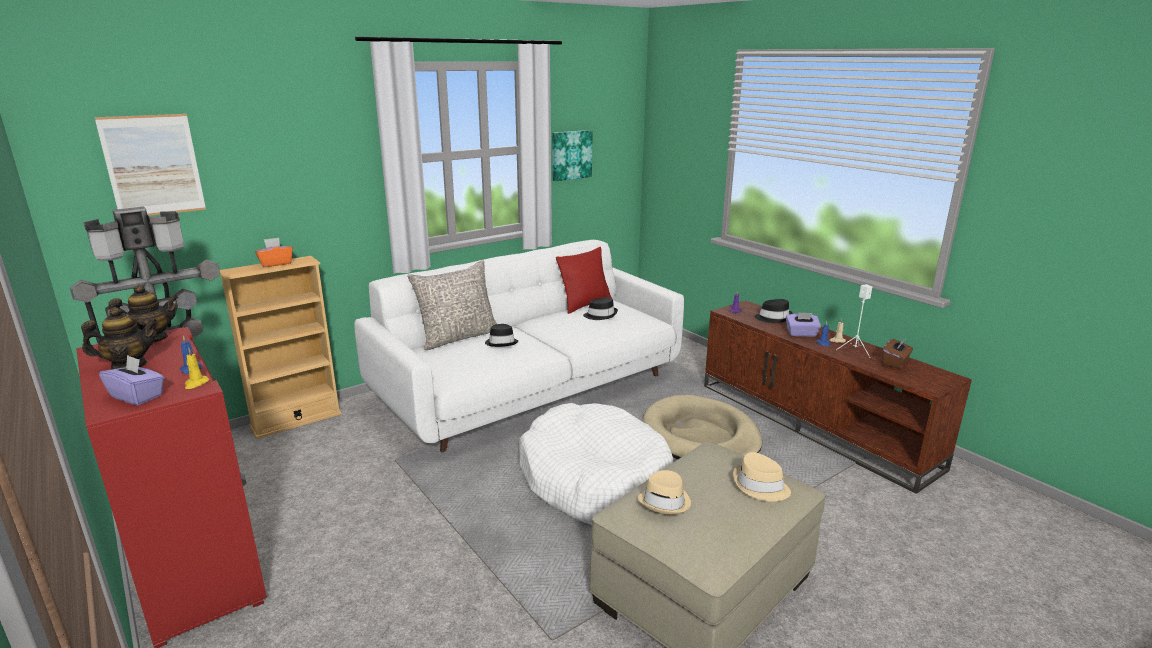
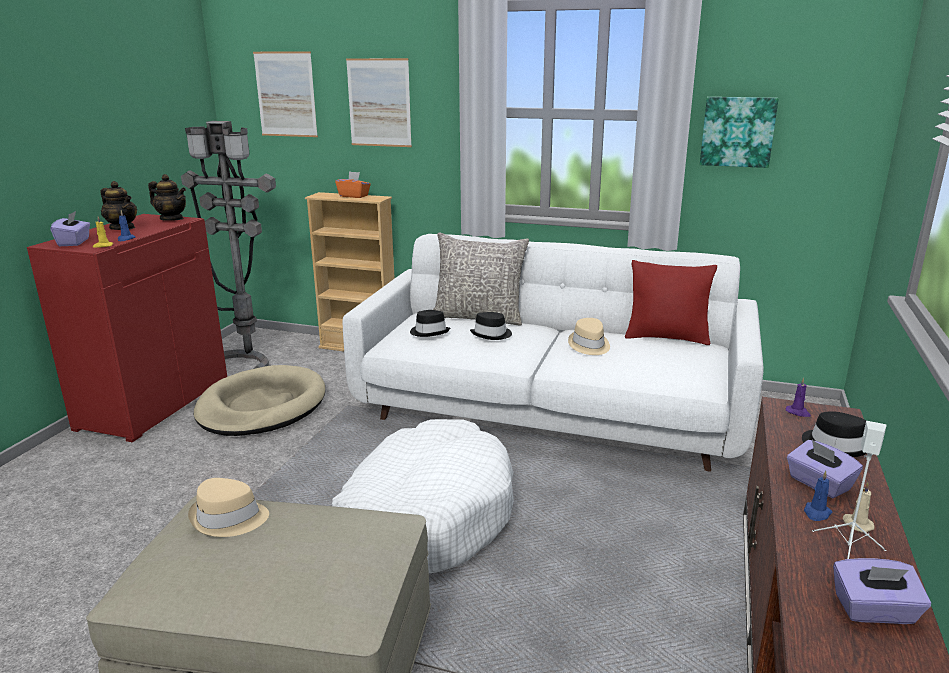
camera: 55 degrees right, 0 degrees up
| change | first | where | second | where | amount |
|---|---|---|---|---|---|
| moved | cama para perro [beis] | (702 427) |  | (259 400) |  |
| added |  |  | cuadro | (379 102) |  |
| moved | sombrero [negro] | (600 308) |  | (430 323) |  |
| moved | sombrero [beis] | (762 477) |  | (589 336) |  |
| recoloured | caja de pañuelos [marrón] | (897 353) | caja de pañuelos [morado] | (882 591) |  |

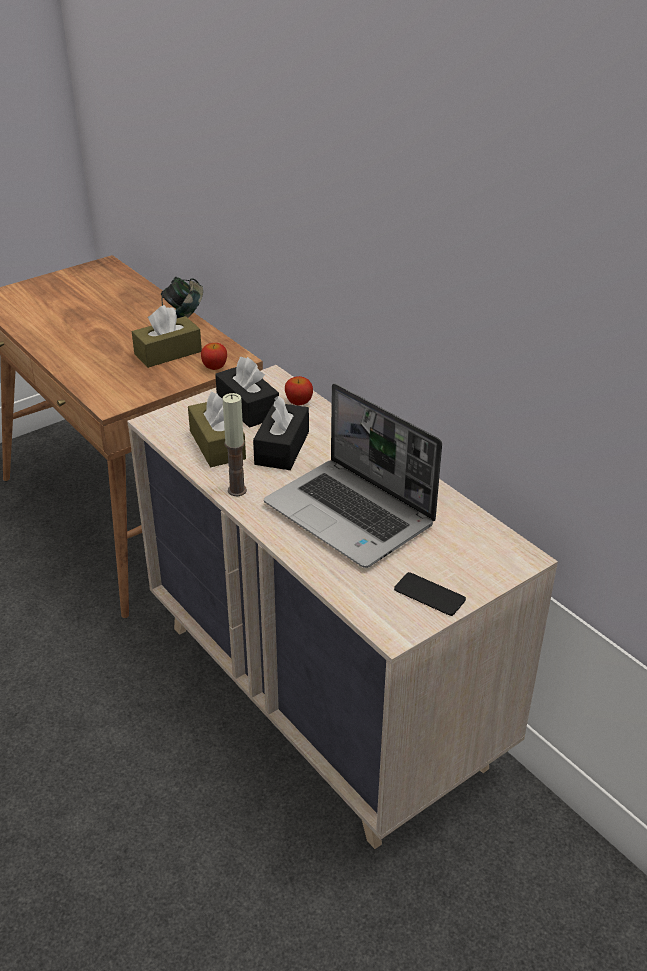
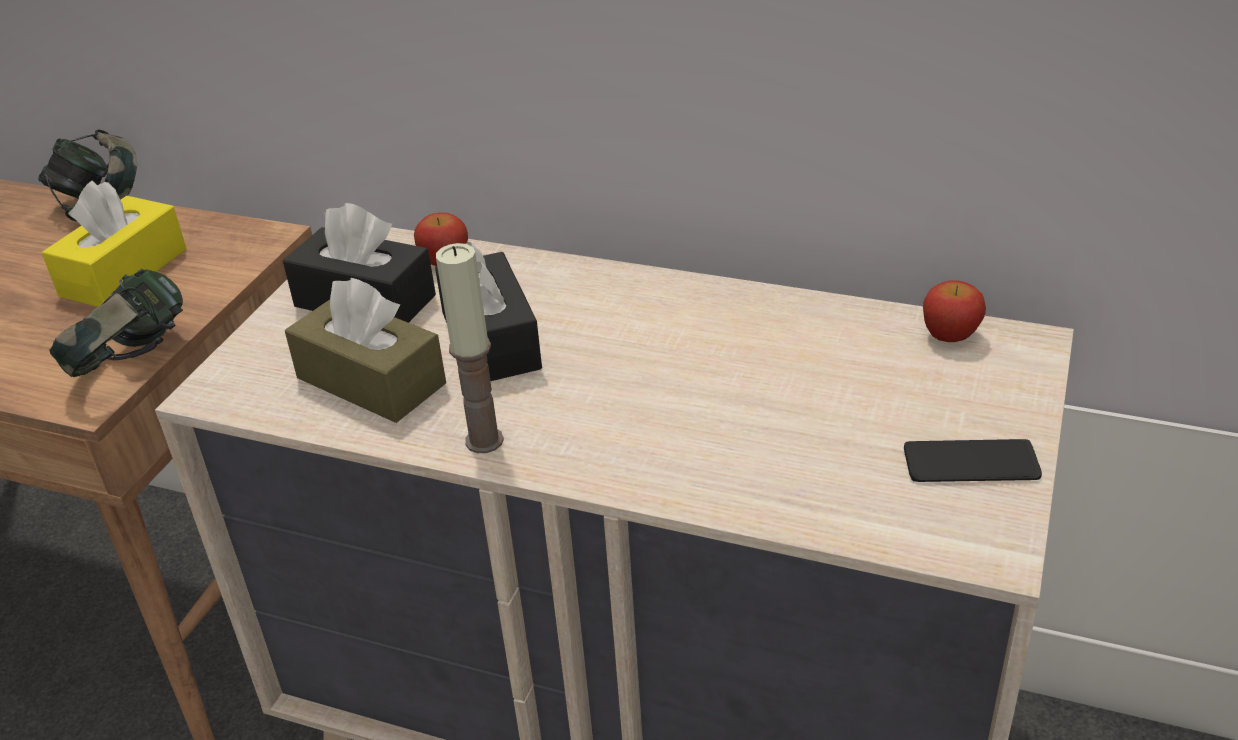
camera: 30 degrees left, 0 degrees up
| change | first | where | second | where | amount |
|---|---|---|---|---|---|
| recoloured | caja de pañuelos [marrón] | (167 336) | caja de pañuelos [amarillo] | (114 244) |  |
| added |  |  | auriculares | (116 323) |  |
| moved | manzana | (214 356) |  | (954 311) |  |
| removed | portátil | (353 475) |  |  |  |

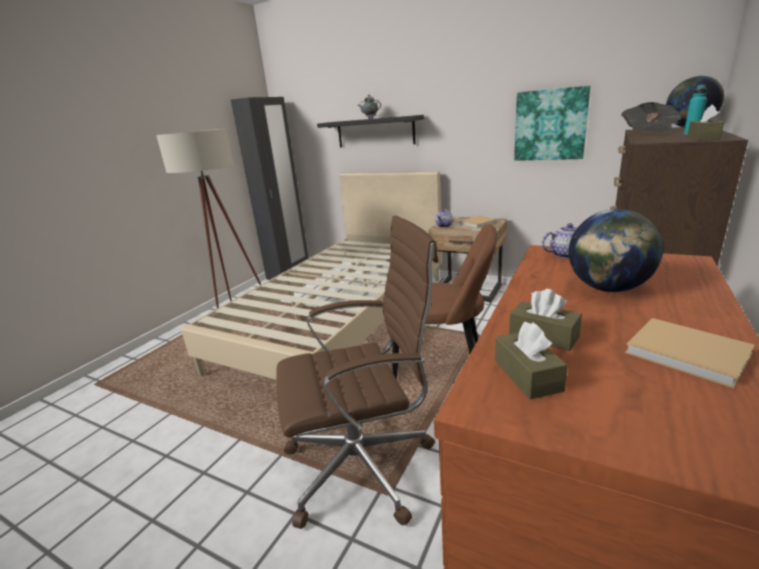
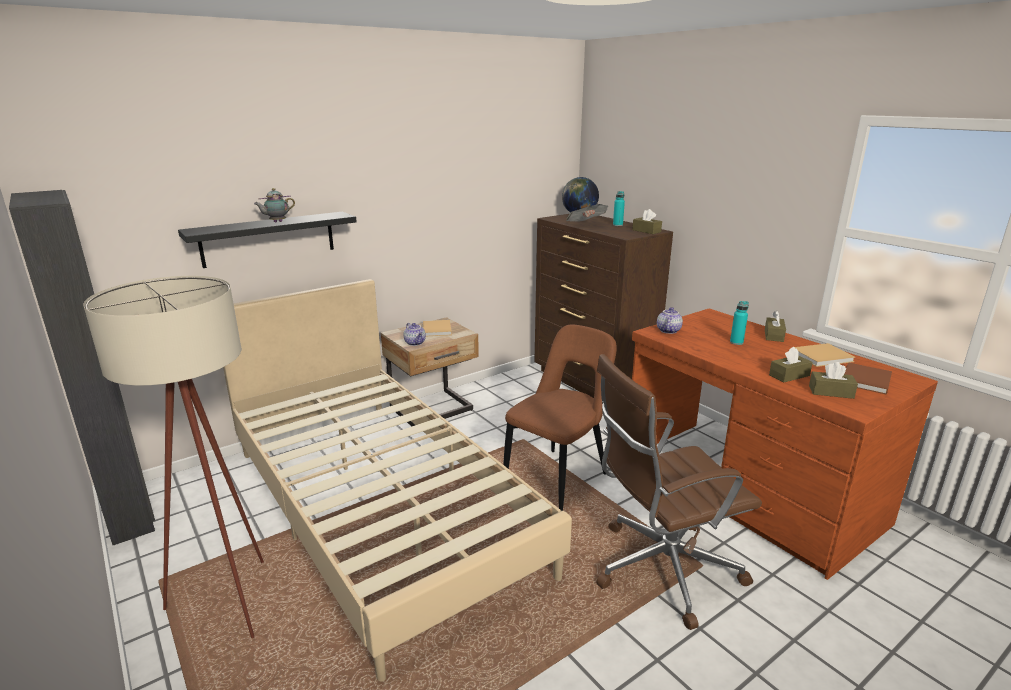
camera: 65 degrees left, 0 degrees up
| change | first | where | second | where | amount |
|---|---|---|---|---|---|
| turned | silla de oficina [marrón] | (357 372) |  | (679 492) | 120 degrees counterclockwise |
| replaced | globo terráqueo | (616 250) | botella [turquesa] | (739 323) |  |
| added |  |  | caja de pañuelos [marrón] | (775 326) |  |
| added |  |  | libro [marrón] | (868 378) |  |
| removed | cuadro | (552 123) |  |  |  |

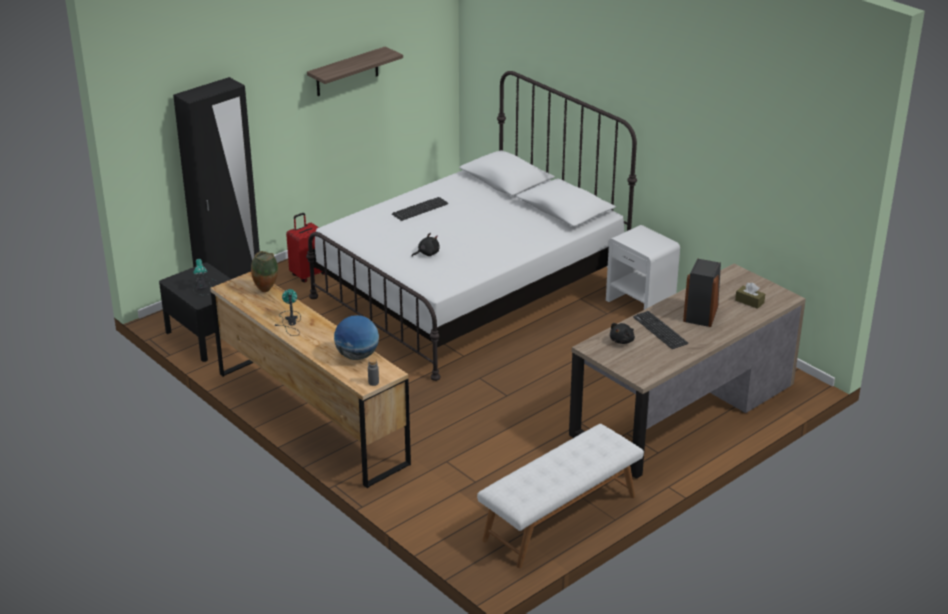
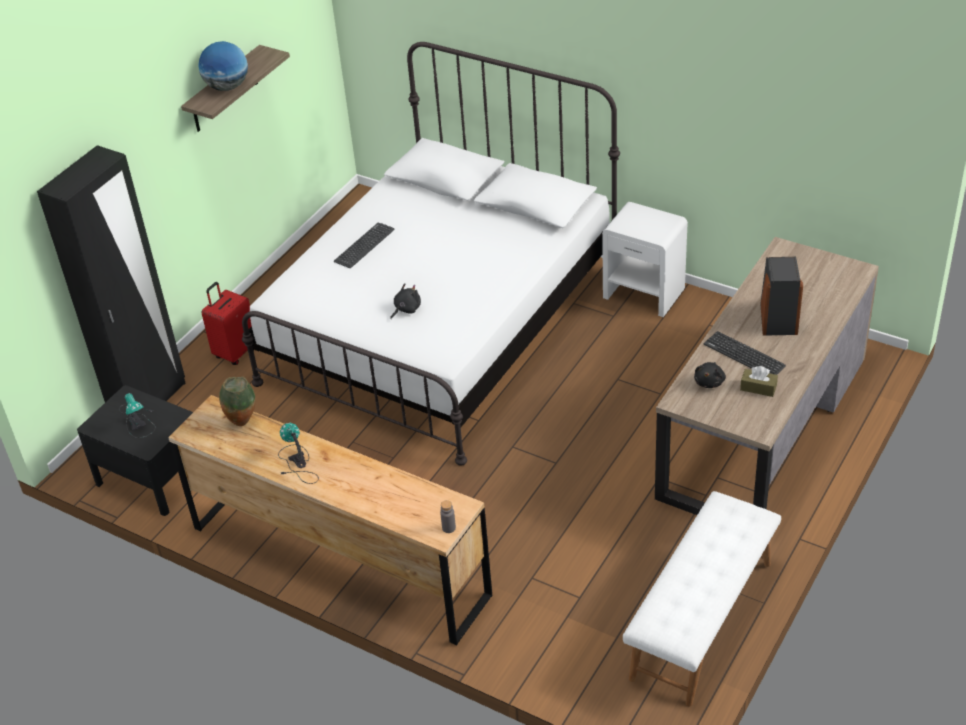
camera: 15 degrees left, 10 degrees up
| change | first | where | second | where | amount |
|---|---|---|---|---|---|
| moved | globo terráqueo | (356 337) |  | (223 66) |  |
| moved | caja de pañuelos [marrón] | (750 296) |  | (759 381) |  |

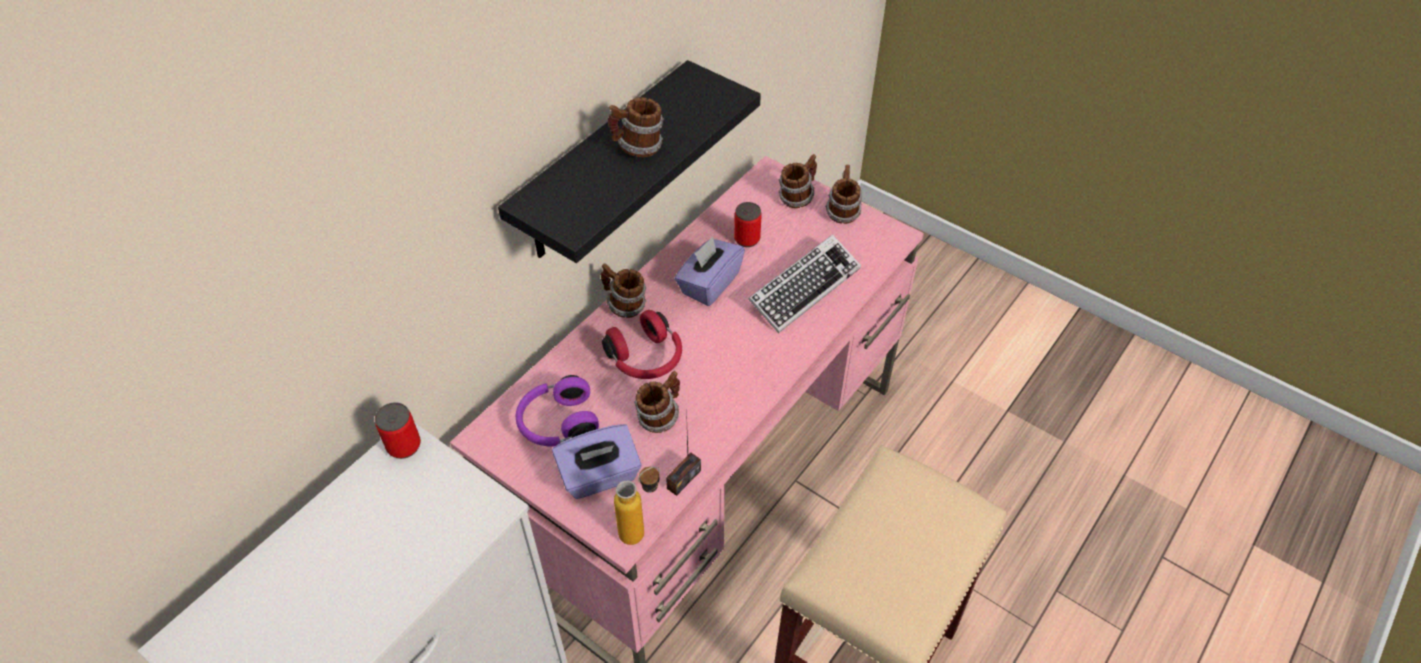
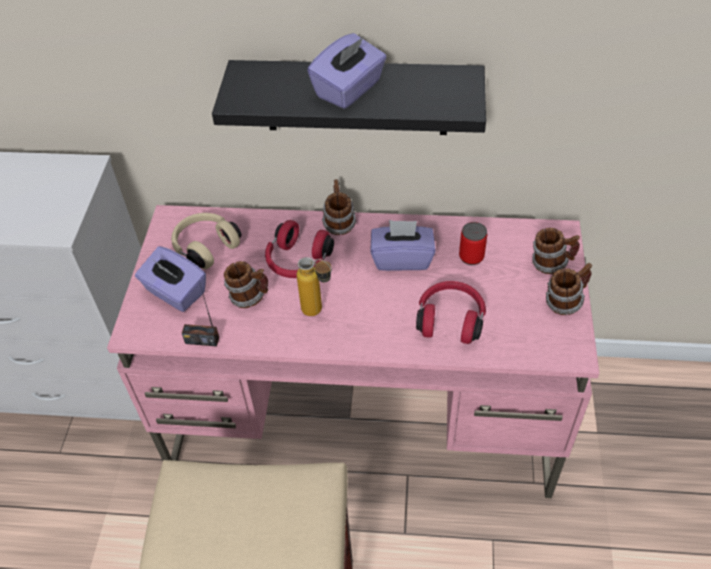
camera: 60 degrees right, 0 degrees up
| change | first | where | second | where | amount |
|---|---|---|---|---|---|
| recoloured | auriculares [morado] | (557 410) | auriculares [beis] | (206 241) |  |
| moved | botella | (637 506) |  | (314 286) |  |
| replaced | taza grande | (636 127) | caja de pañuelos [morado] | (347 71) |  |
| replaced | teclado | (804 283) | auriculares [rojo] | (451 312) |  |
| removed | lata | (398 430) |  |  |  |

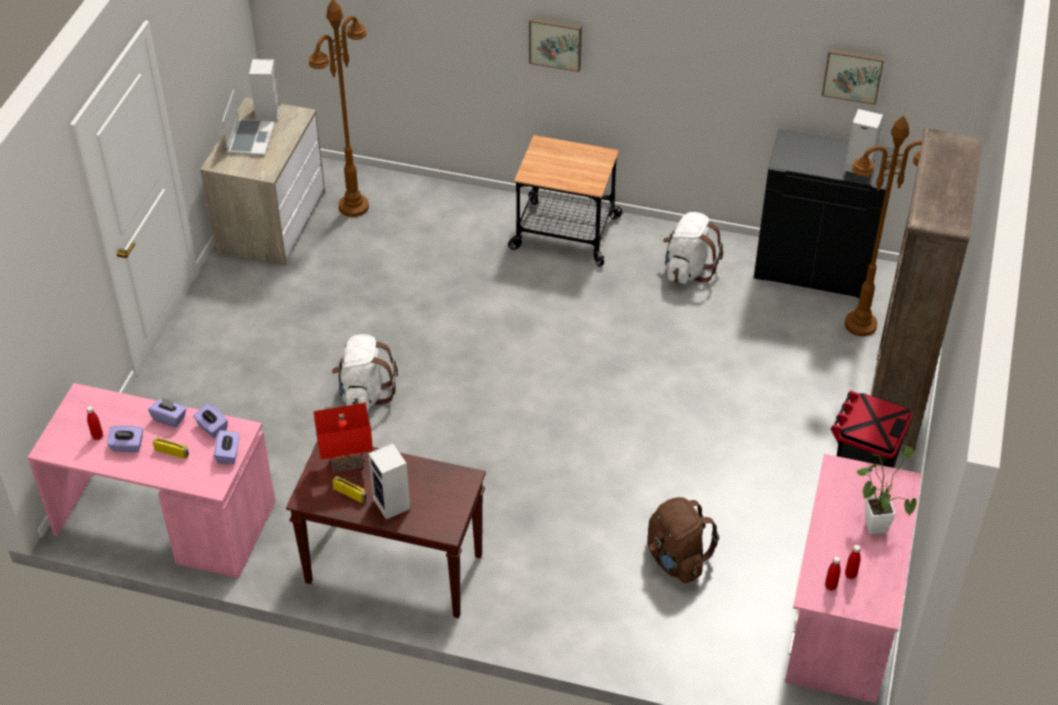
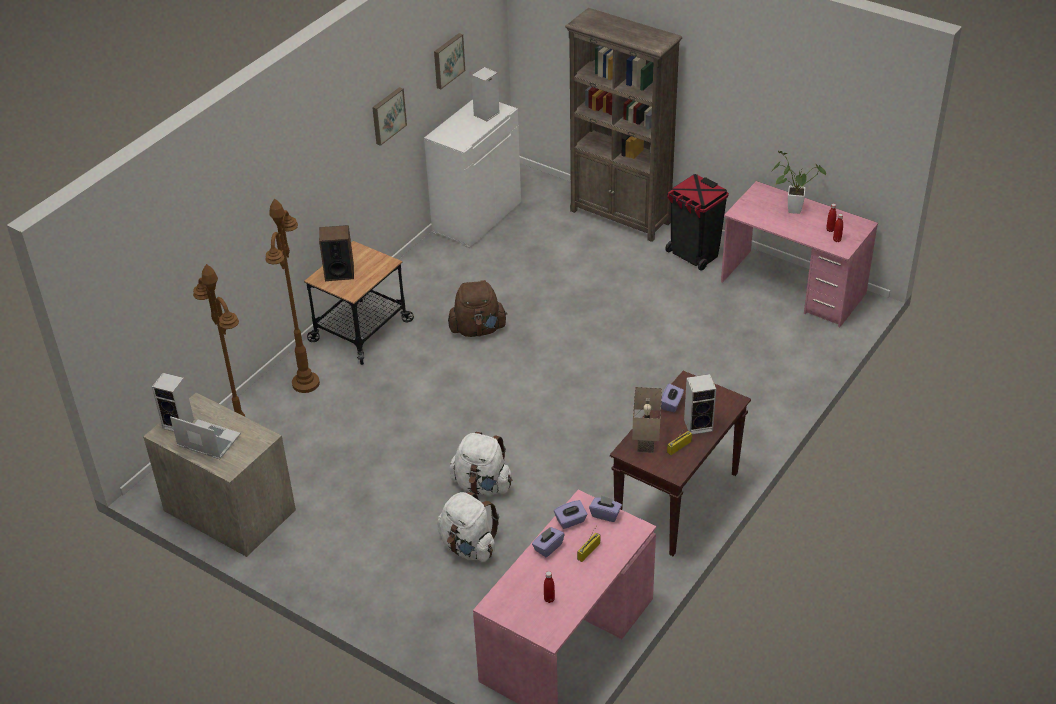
camera: 70 degrees left, 5 degrees down
| change | first | where | second | where | amount |
|---|---|---|---|---|---|
| moved | lámpara de pie [marrón] | (883 225) |  | (293 296) |  |
| added |  |  | altavoz | (336 253) |  |
| moved | cuadro | (555 44) |  | (389 116) |  |
| recoloured | armario [negro] | (824 213) | armario [blanco] | (472 173) |  |
| moved | mochila [blanco] | (693 248) |  | (468 527) |  |
| moved | mochila [marrón] | (683 540) |  | (477 308) |  |
| recoloured | lámpara de mesa [rojo] | (343 438) | lámpara de mesa [beis] | (647 420) |  |
| moved | caja de pañuelos [morado] | (125 438) |  | (672 398) |  |

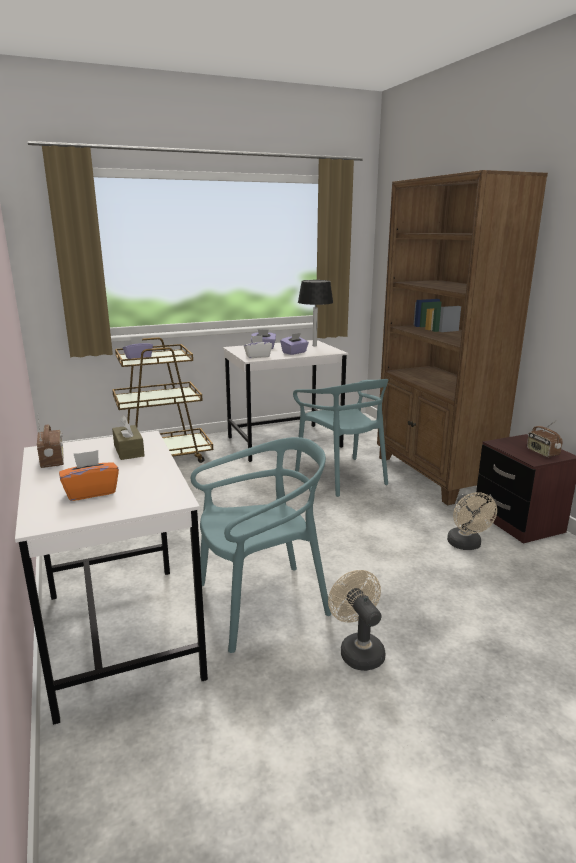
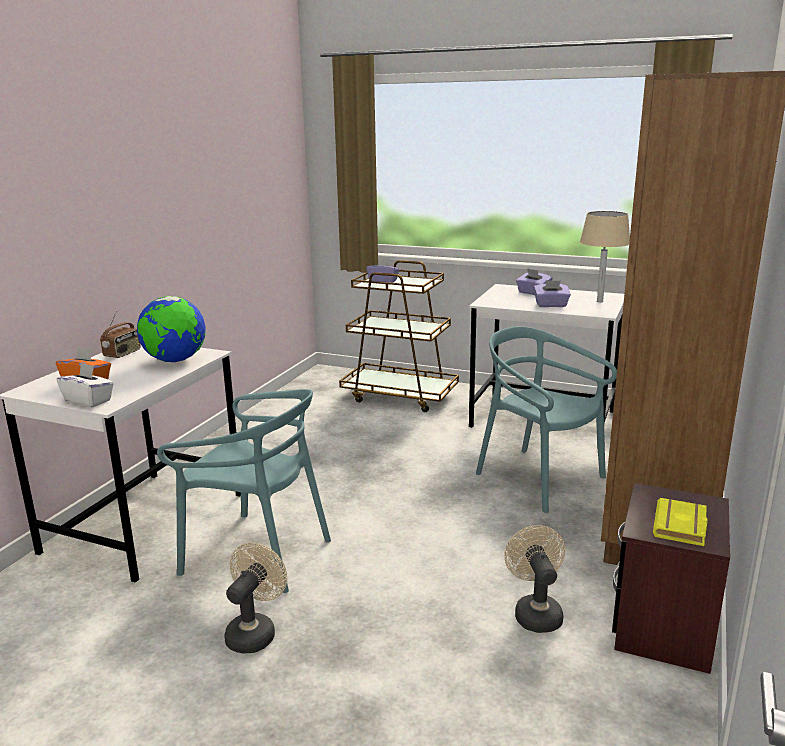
camera: 45 degrees right, 0 degrees up
| change | first | where | second | where | amount |
|---|---|---|---|---|---|
| moved | caja de pañuelos [blanco] | (258 346) |  | (85 385) |  |
| replaced | caja de pañuelos [marrón] | (128 438) | globo terráqueo | (171 329) |  |
| turned | silla [turquesa] | (340 438) |  | (546 419) | 120 degrees clockwise |
| turned | ventilador [beis] | (472 521) |  | (534 579) | 135 degrees clockwise |
| recoloured | lámpara de mesa [negro] | (315 313) | lámpara de mesa [beis] | (605 256) |  |
| replaced | radio | (545 438) | libro [amarillo] | (680 522) |  |

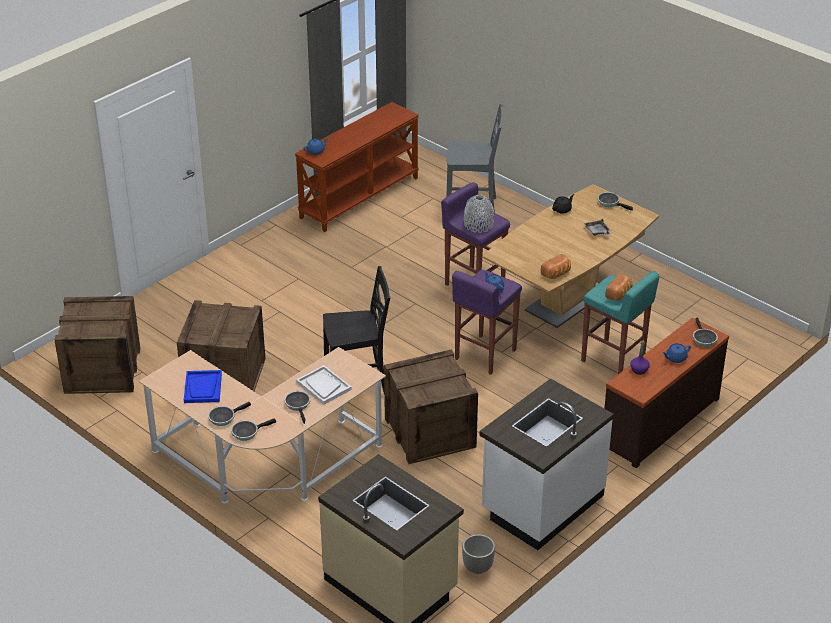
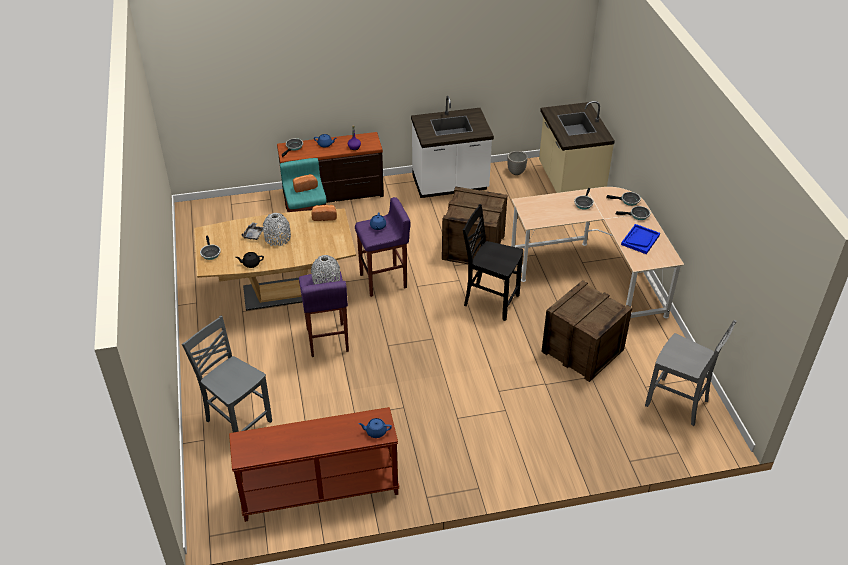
camera: 145 degrees left, 5 degrees up
| change | first | where | second | where | amount |
|---|---|---|---|---|---|
| added |  |  | florero [gris] | (277 229) |  |
| replaced | caja de embalaje | (97 345) | silla [gris] | (690 373) |  |
| removed | bandeja [blanco] | (323 385) |  |  |  |

